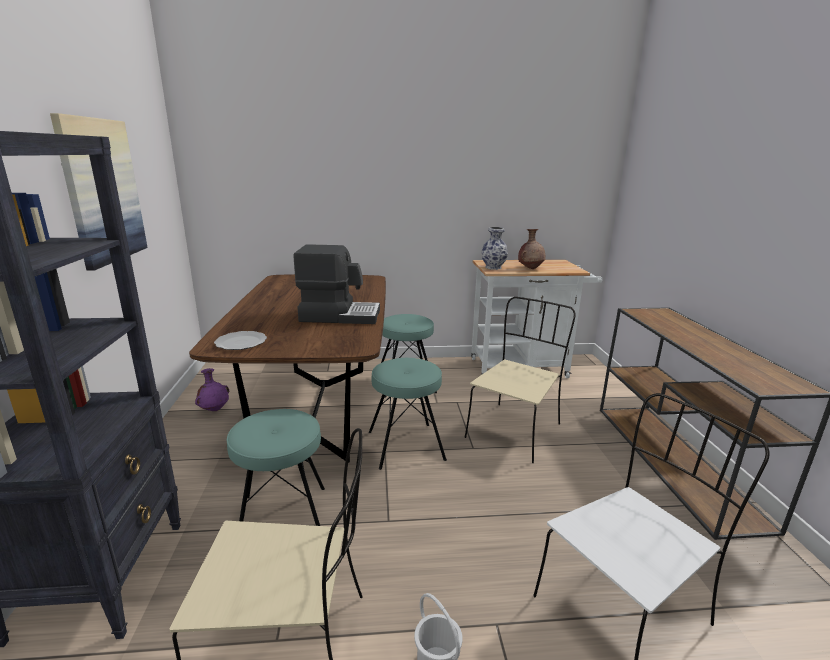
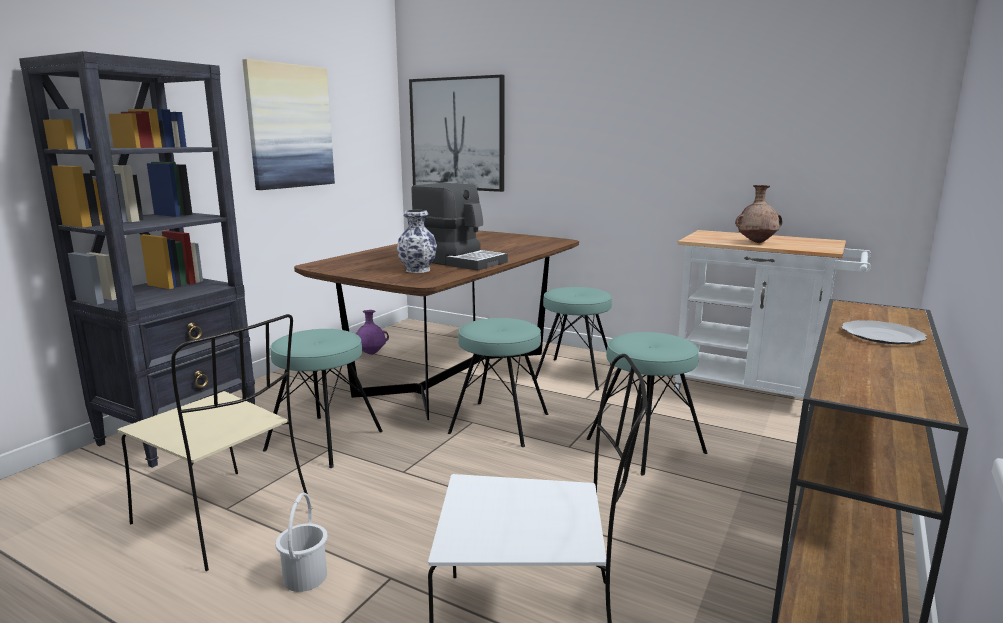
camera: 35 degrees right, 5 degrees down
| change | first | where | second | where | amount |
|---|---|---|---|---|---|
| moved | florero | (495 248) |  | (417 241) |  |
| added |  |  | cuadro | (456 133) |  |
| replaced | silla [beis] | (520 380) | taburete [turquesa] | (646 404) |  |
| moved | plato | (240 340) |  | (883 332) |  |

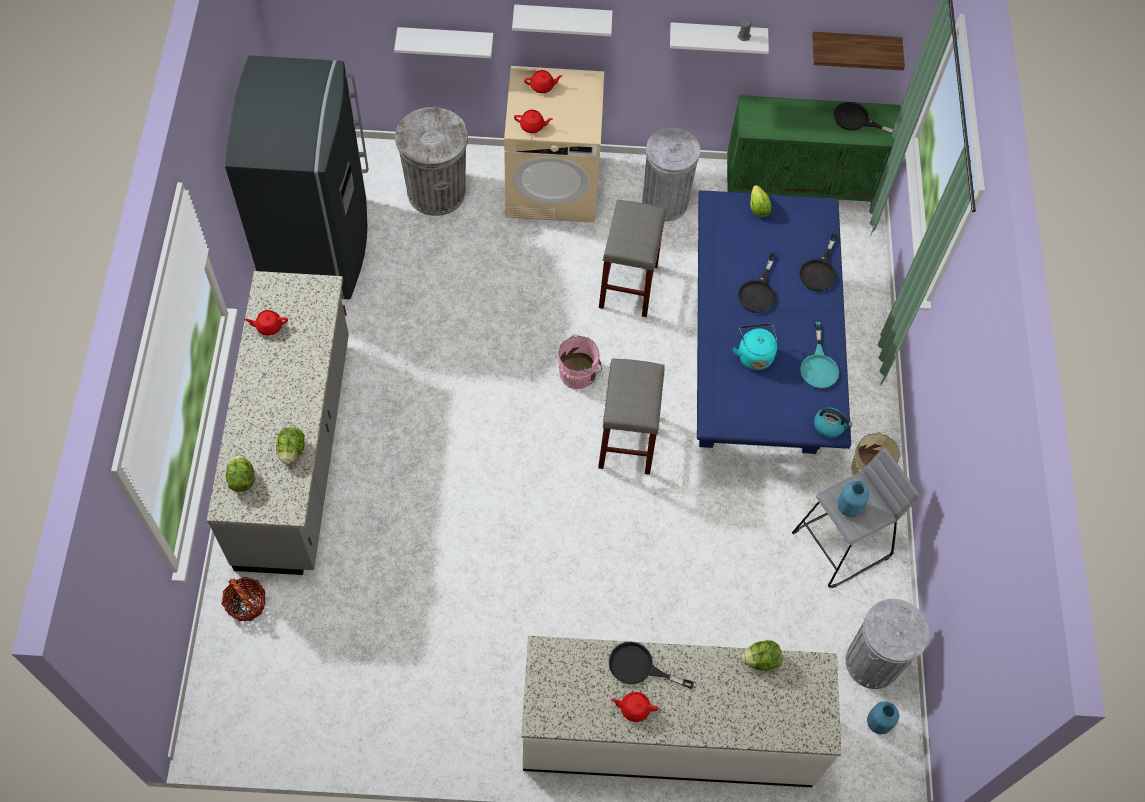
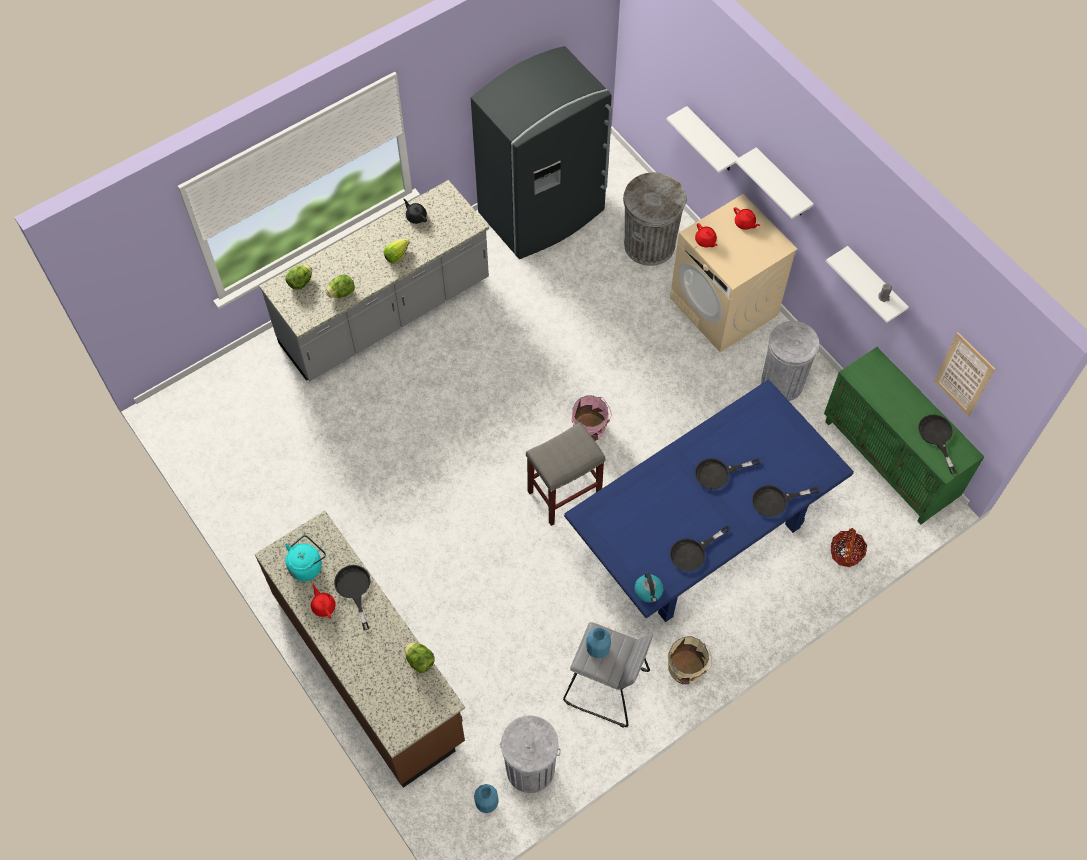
camera: 55 degrees right, 0 degrees up
| change | first | where | second | where | amount |
|---|---|---|---|---|---|
| recoloured | mueble bajo de cocina [blanco] | (681 711) | mueble bajo de cocina [marrón] | (360 649) |  |
| moved | hervidor [turquesa] | (755 346) |  | (305 558) |  |
| moved | lechuga | (760 201) |  | (397 251) |  |
| recoloured | tetera [rojo] | (266 323) | tetera [negro] | (415 211) |  |
| recoloured | sartén [turquesa] | (819 355) | sartén [negro] | (700 548) |  |
| moved | cesta | (244 599) |  | (849 547) |  |
| replaced | estante | (858 51) | cuadro | (964 374) |  |
| removed | taburete [gris] | (632 258) |  |  |  |

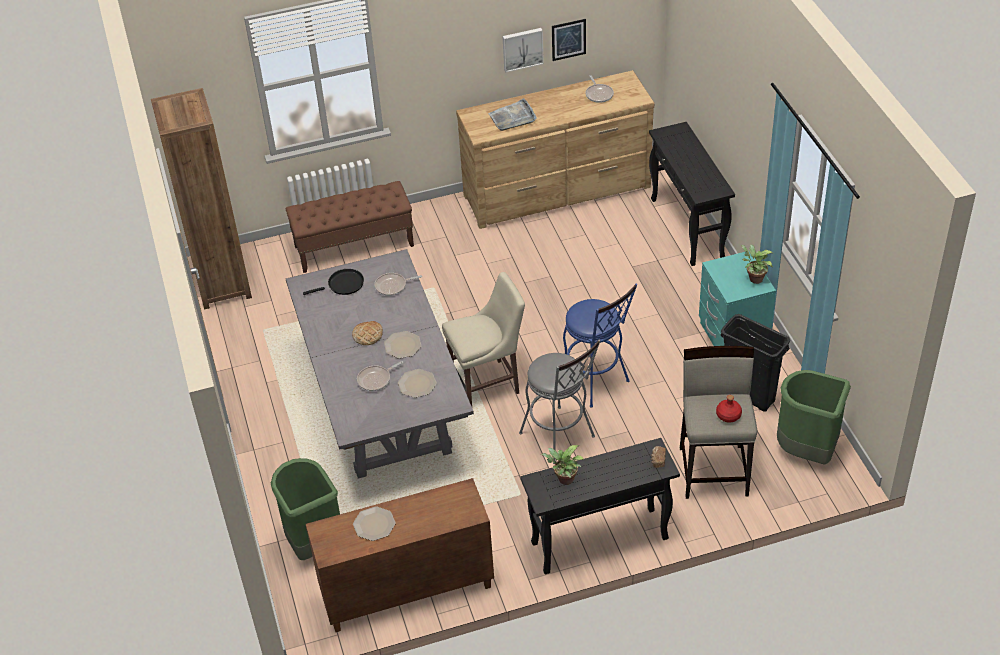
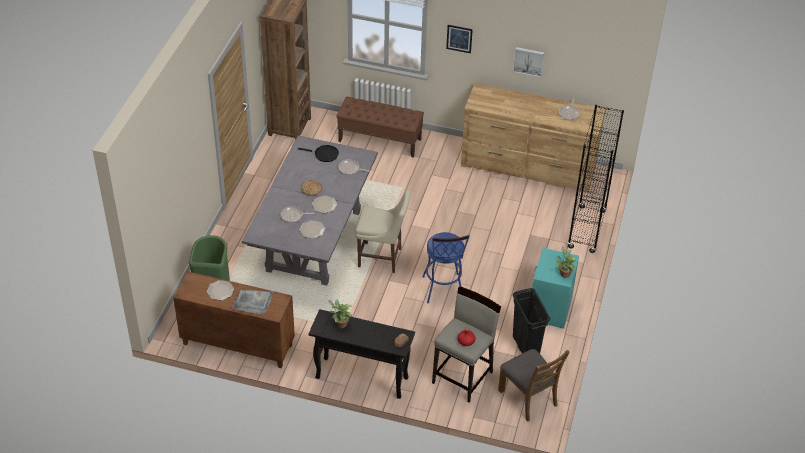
camera: 30 degrees right, 0 degrees up
| change | first | where | second | where | amount |
|---|---|---|---|---|---|
| moved | bandeja [gris] | (512 114) |  | (252 302) |  |
| moved | cuadro | (569 40) |  | (459 39) |  |
| replaced | papelera [verde] | (814 417) | silla [marrón] | (534 385) |  |
| replaced | mesa consola [negro] | (692 194) | estantería [negro] | (595 179) |  |
| removed | taburete [gris] | (559 402) |  |  |  |

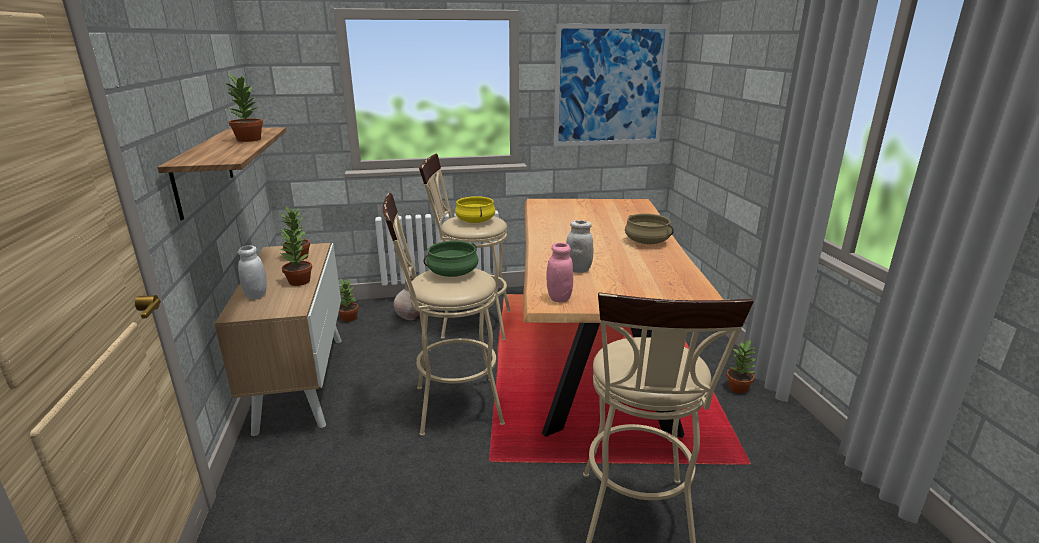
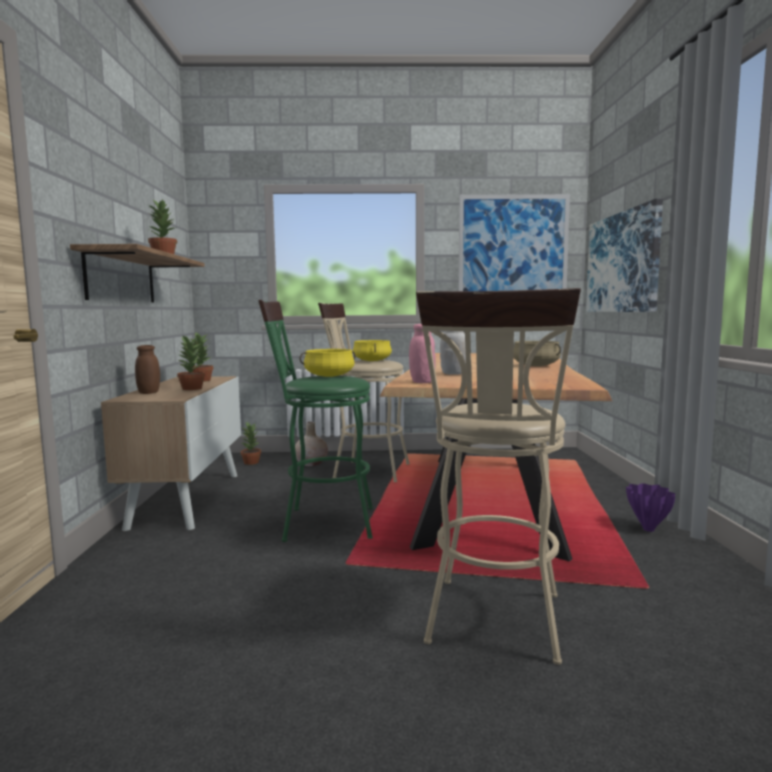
camera: 10 degrees right, 15 degrees down
| change | first | where | second | where | amount |
|---|---|---|---|---|---|
| recoloured | tarro [blanco] | (252 272) | tarro [marrón] | (147 369) |  |
| recoloured | taburete [beis] | (444 314) | taburete [verde] | (315 421) |  |
| recoloured | olla [verde] | (450 259) | olla [amarillo] | (327 363) |  |
| added |  |  | cuadro | (624 255) |  |
| replaced | planta en maceta | (741 366) | florero [morado] | (650 507) |  |

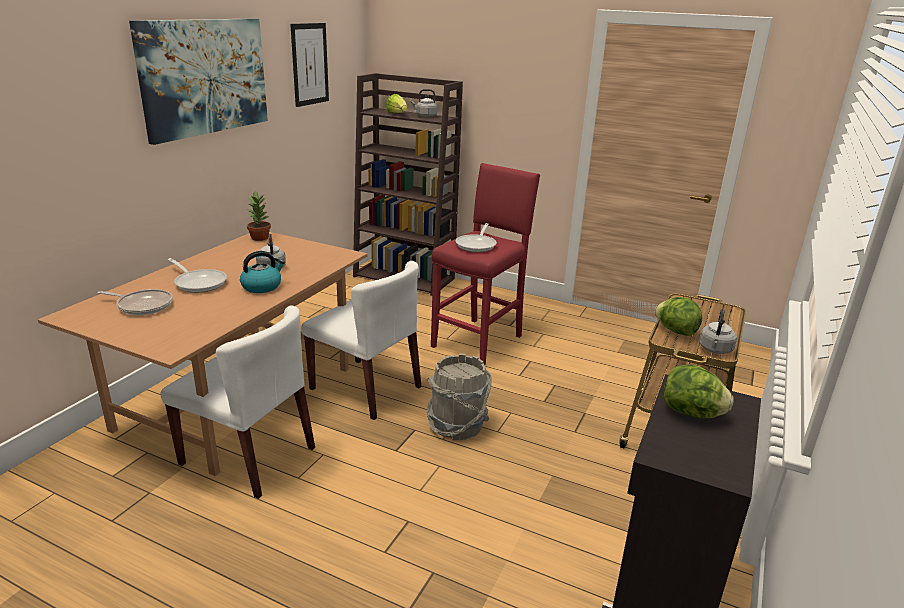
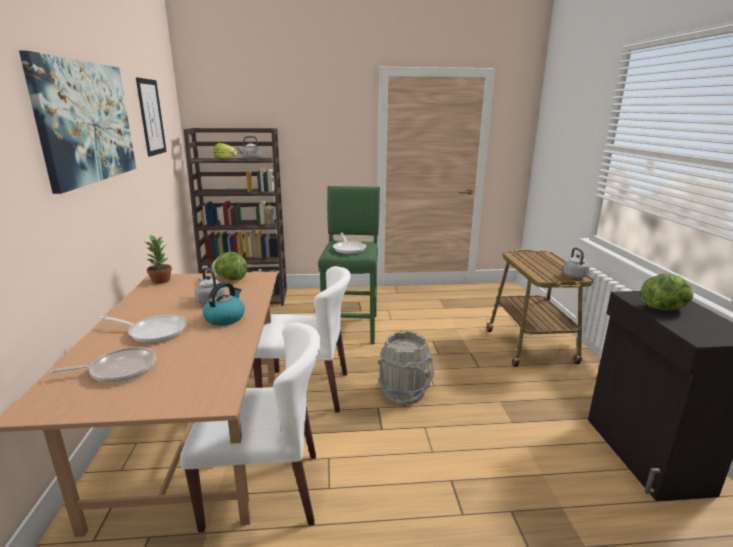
camera: 30 degrees left, 5 degrees down
| change | first | where | second | where | amount |
|---|---|---|---|---|---|
| moved | lechuga | (678 316) |  | (229 266) |  |
| recoloured | taburete [rojo] | (485 264) | taburete [verde] | (349 265) |  |

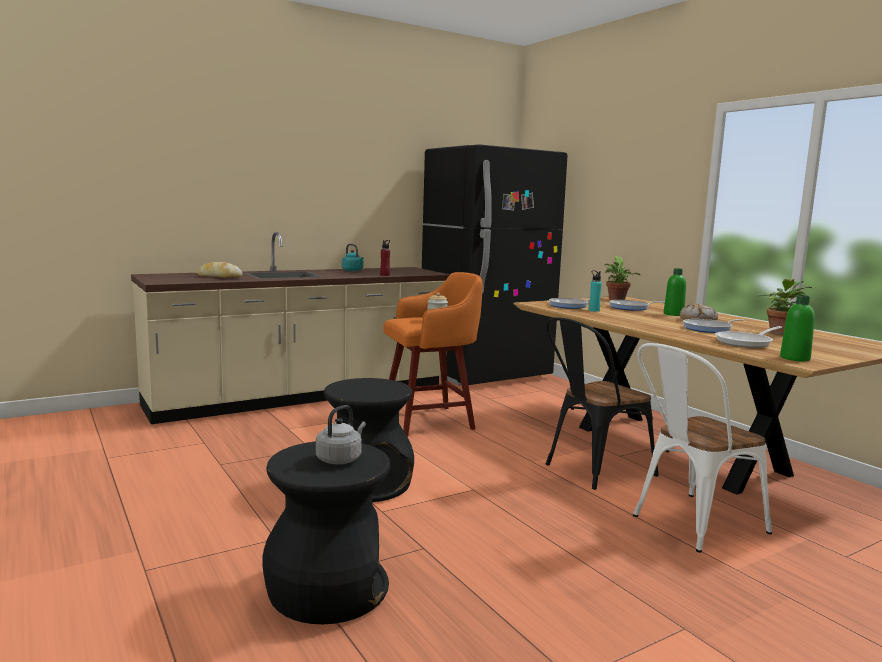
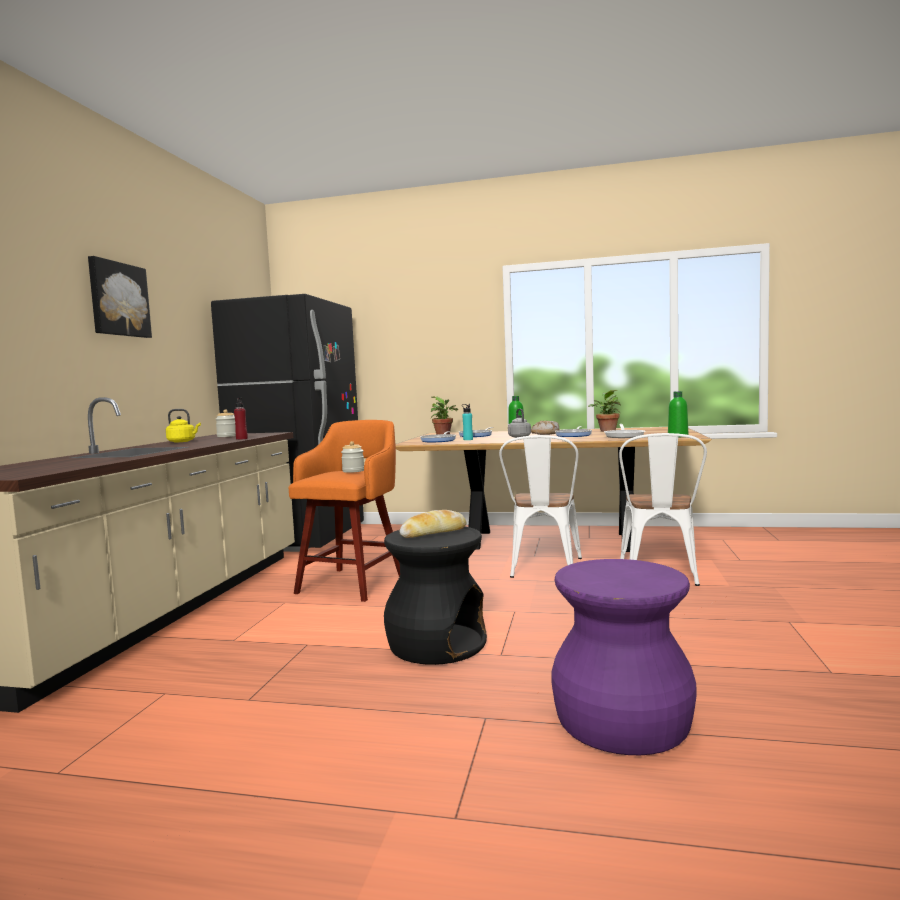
camera: 45 degrees left, 5 degrees down
| change | first | where | second | where | amount |
|---|---|---|---|---|---|
| added |  |  | cuadro | (120 297) |  |
| recoloured | hervidor [turquesa] | (352 257) | hervidor [amarillo] | (183 425) |  |
| added |  |  | tarro | (226 423) |  |
| moved | pan | (220 270) |  | (433 524) |  |
| recoloured | silla [negro] | (602 403) | silla [blanco] | (540 506) |  |
| moved | hervidor [gris] | (341 434) |  | (519 423) |  |
| recoloured | taburete [negro] | (326 532) | taburete [morado] | (624 657) |  |

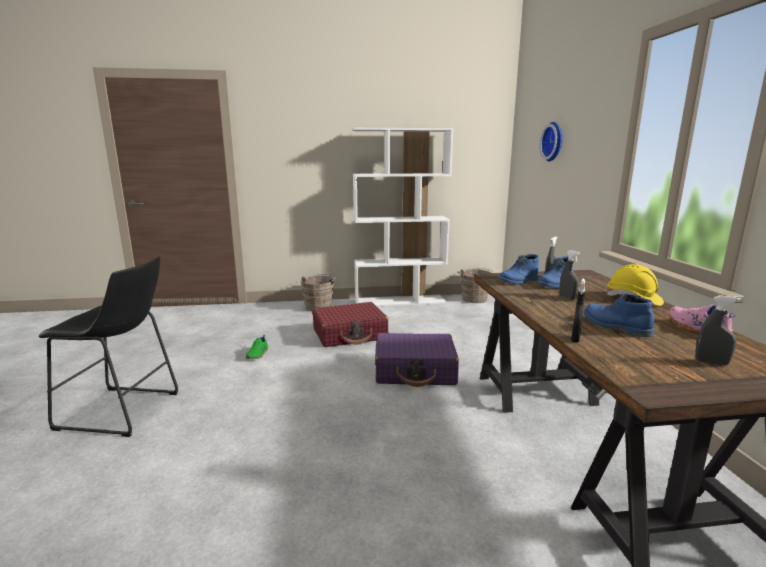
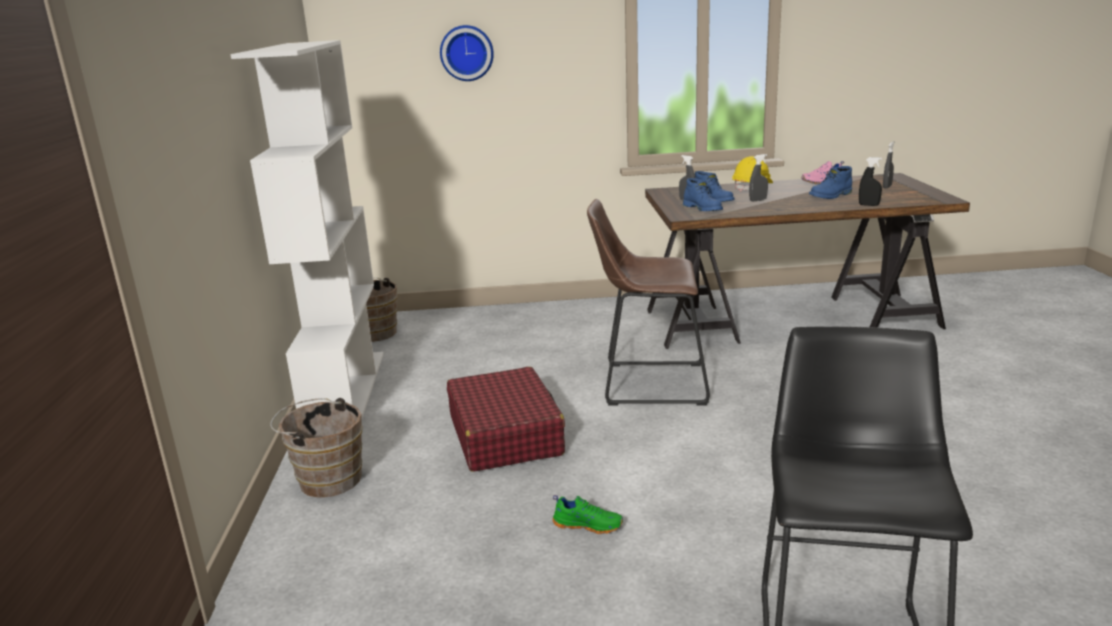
camera: 85 degrees left, 5 degrees up
| change | first | where | second | where | amount |
|---|---|---|---|---|---|
| replaced | maleta [morado] | (417 360) | taburete [marrón] | (648 302) |  |

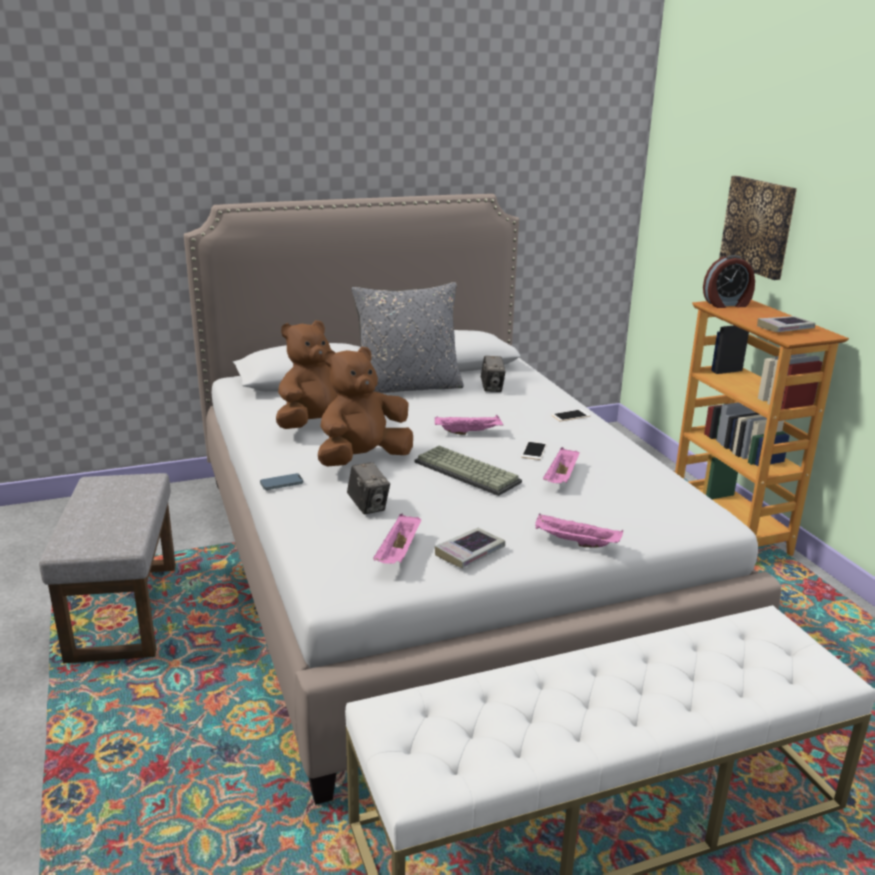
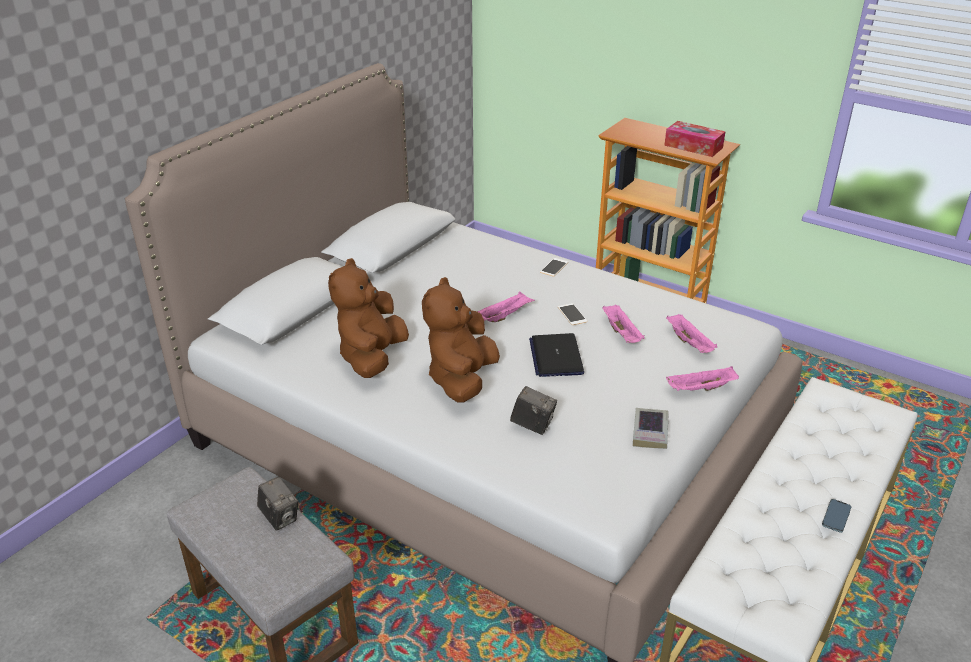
camera: 35 degrees left, 10 degrees up
| change | first | where | second | where | amount |
|---|---|---|---|---|---|
| moved | cámara | (493 374) |  | (277 503) |  |
| replaced | teclado | (468 471) | portátil | (556 355) |  |
| replaced | libro | (786 324) | caja de pañuelos | (695 139) |  |
| moved | bandeja [rosa] | (397 538) |  | (691 333) |  |
| moved | móvil | (282 481) |  | (836 516) |  |
| removed | cojín [gris] | (408 337) |  |  |  |
| removed | despertador | (729 281) |  |  |  |
| removed | cuadro | (758 228) |  |  |  |

